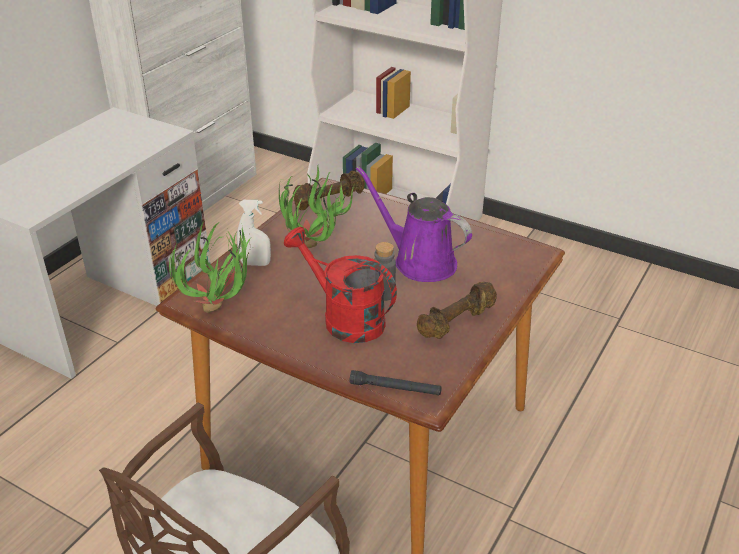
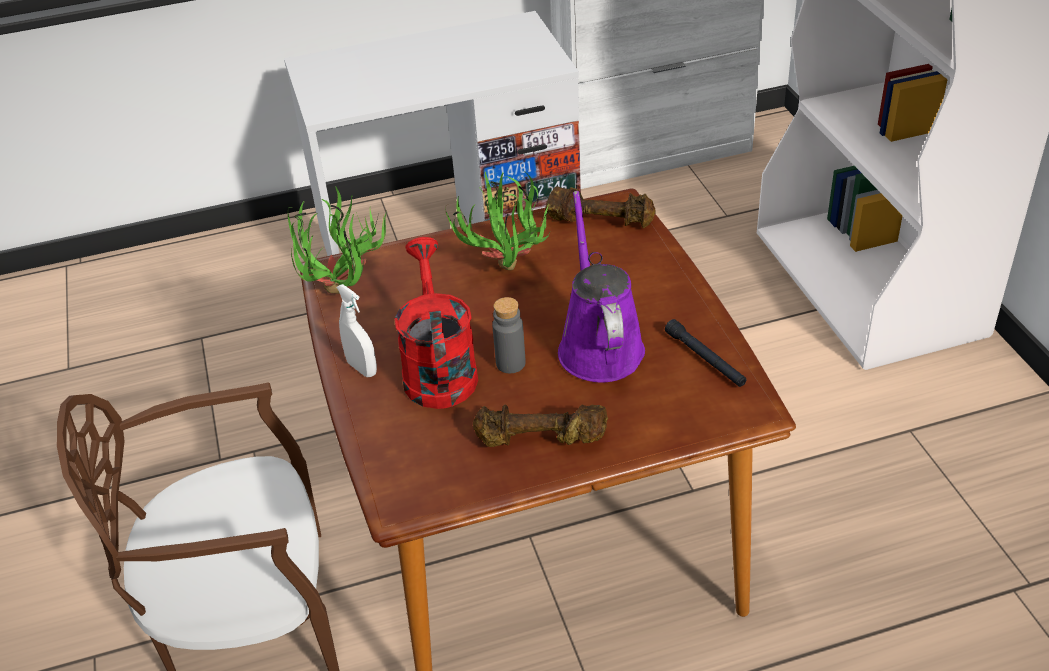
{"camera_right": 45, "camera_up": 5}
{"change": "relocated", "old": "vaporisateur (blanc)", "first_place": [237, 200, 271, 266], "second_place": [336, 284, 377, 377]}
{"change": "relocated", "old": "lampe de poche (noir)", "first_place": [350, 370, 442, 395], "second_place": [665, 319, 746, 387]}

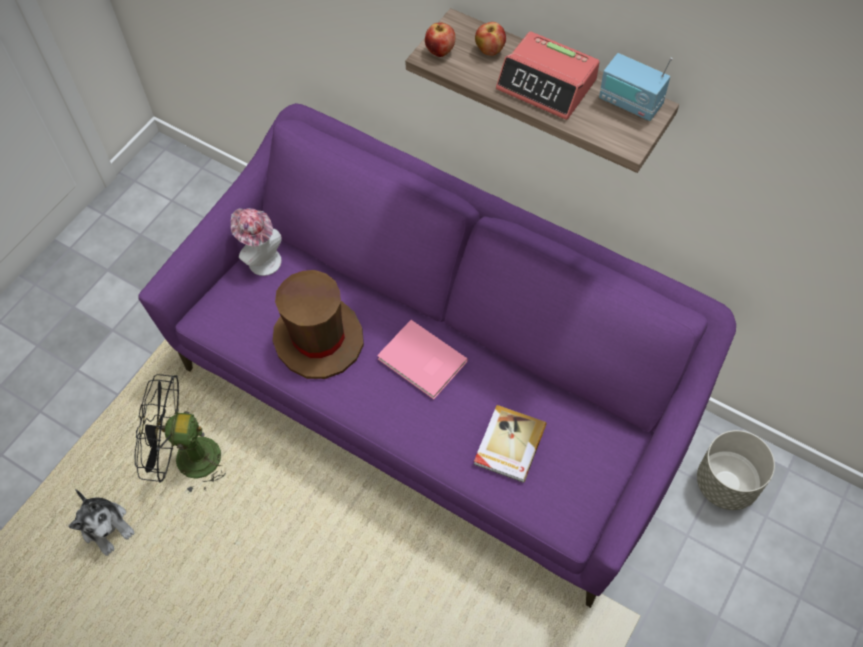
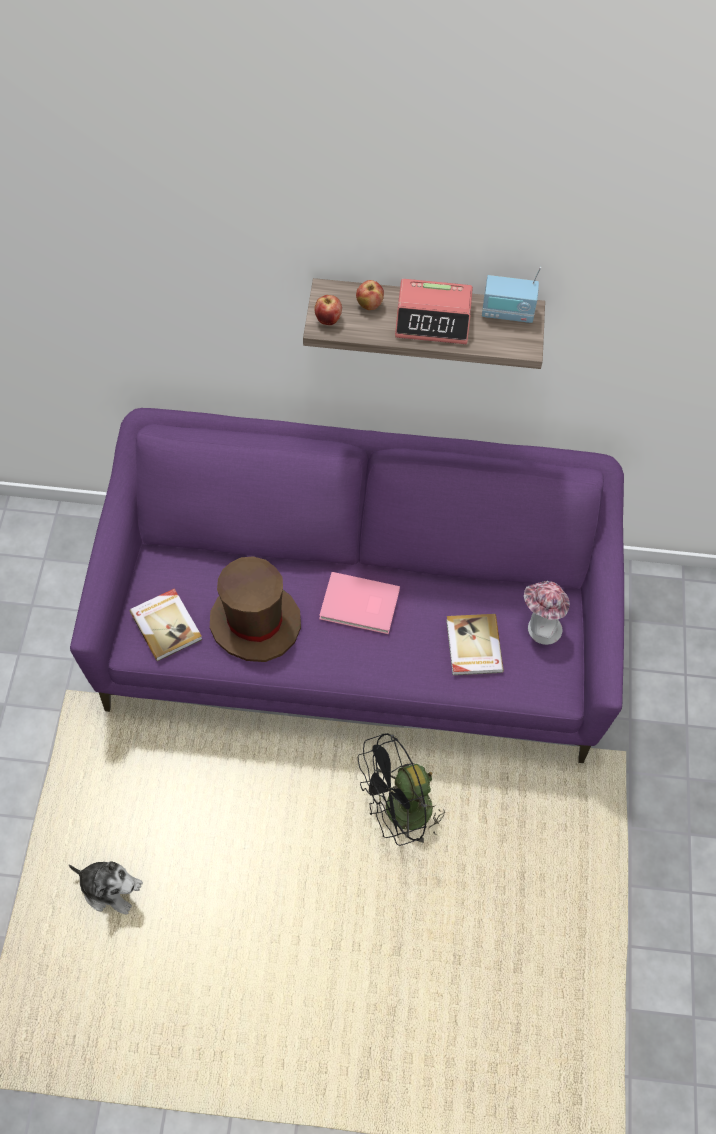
{"camera_right": -30, "camera_up": 0}
{"change": "missing", "old": "cache-pot (gris)", "first_place": [697, 430, 775, 510]}
{"change": "appeared", "new": "livre", "second_place": [129, 589, 202, 661]}
{"change": "relocated", "old": "ventilateur (noir)", "first_place": [135, 374, 226, 494], "second_place": [357, 733, 445, 846]}
{"change": "relocated", "old": "chapeau", "first_place": [231, 208, 282, 276], "second_place": [524, 581, 570, 645]}

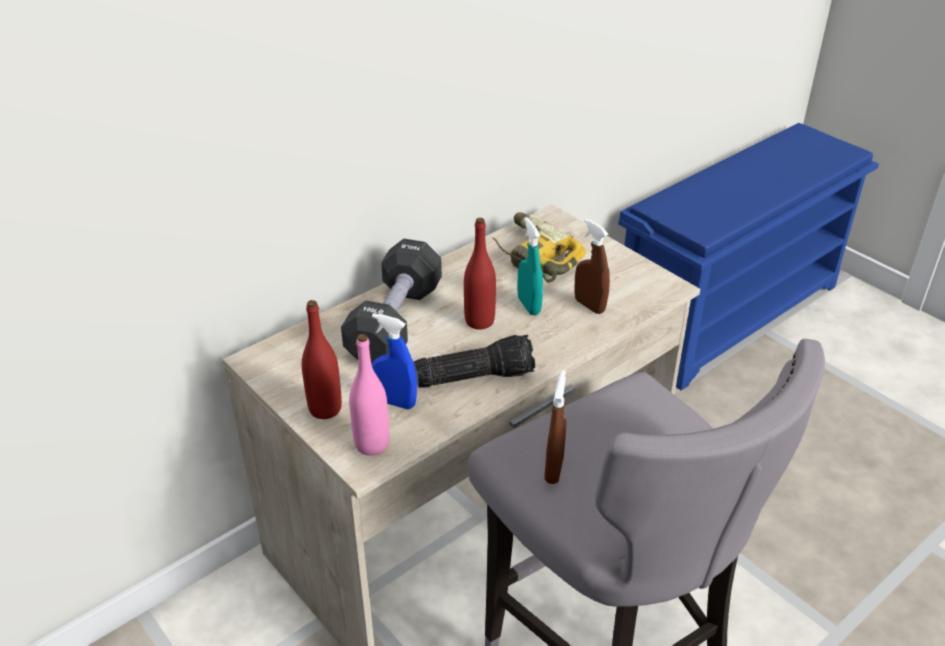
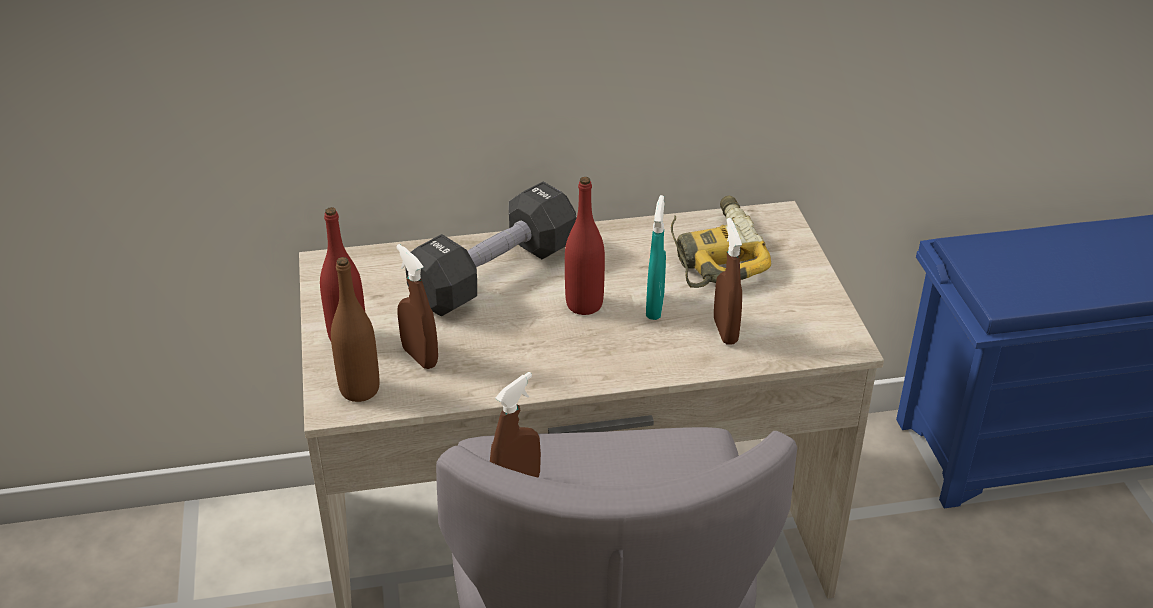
{"camera_right": 30, "camera_up": 0}
{"change": "missing", "old": "lampe de poche", "first_place": [414, 335, 535, 388]}
{"change": "colour", "old": "bouteille (rose)", "new": "bouteille (marron)", "first_place": [349, 334, 389, 456], "second_place": [331, 257, 380, 402]}
{"change": "colour", "old": "vaporisateur (bleu)", "new": "vaporisateur (marron)", "first_place": [372, 313, 417, 409], "second_place": [396, 244, 438, 369]}

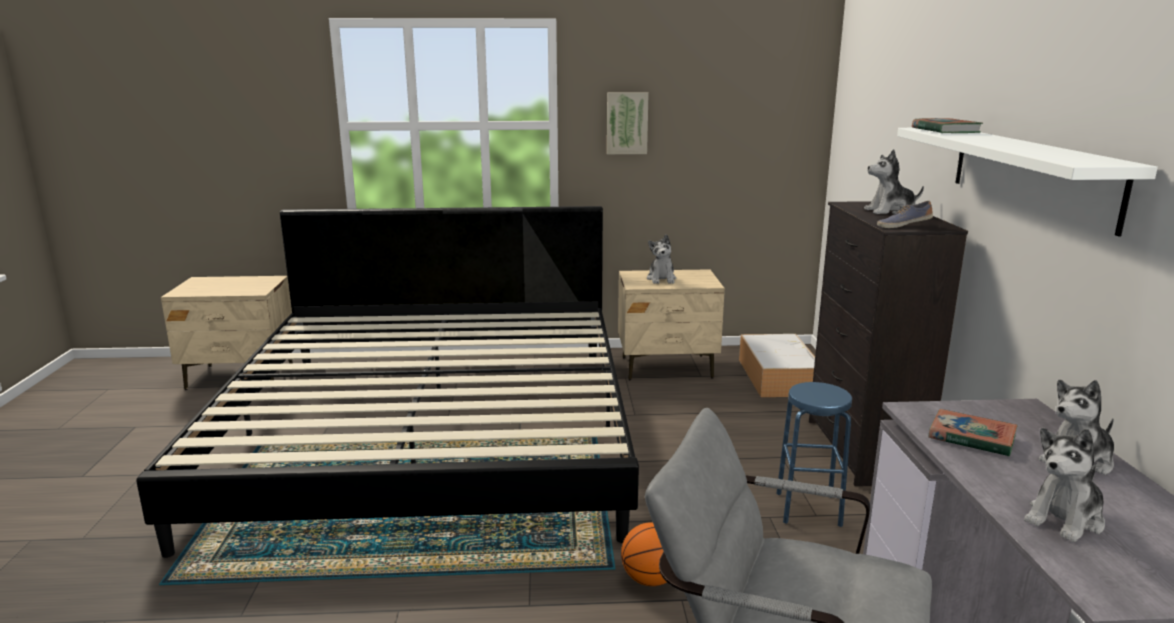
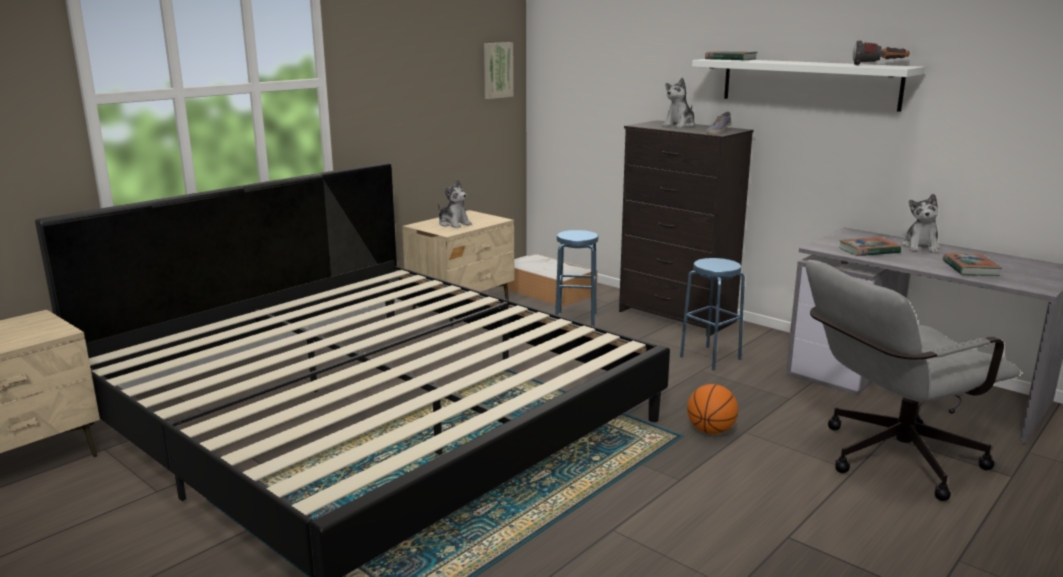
{"camera_right": -45, "camera_up": 0}
{"change": "appeared", "new": "tabouret (bleu)", "second_place": [555, 230, 598, 326]}
{"change": "appeared", "new": "lampe de poche", "second_place": [853, 40, 910, 65]}
{"change": "relocated", "old": "tableau", "first_place": [607, 92, 649, 154], "second_place": [484, 42, 513, 99]}
{"change": "exchanged", "old": "peluche", "new": "livre", "first_place": [1024, 427, 1105, 542], "second_place": [942, 253, 1002, 276]}

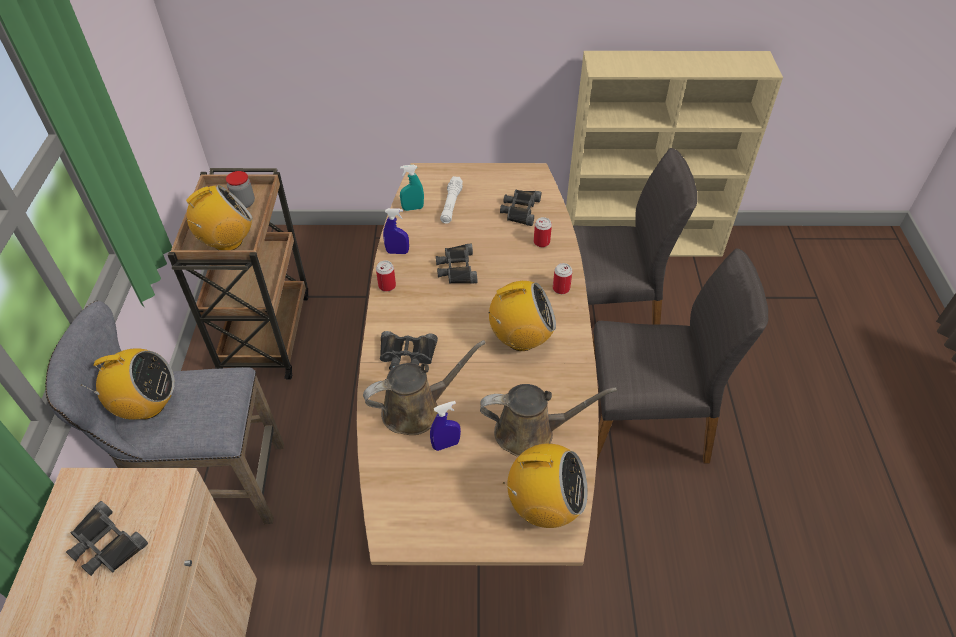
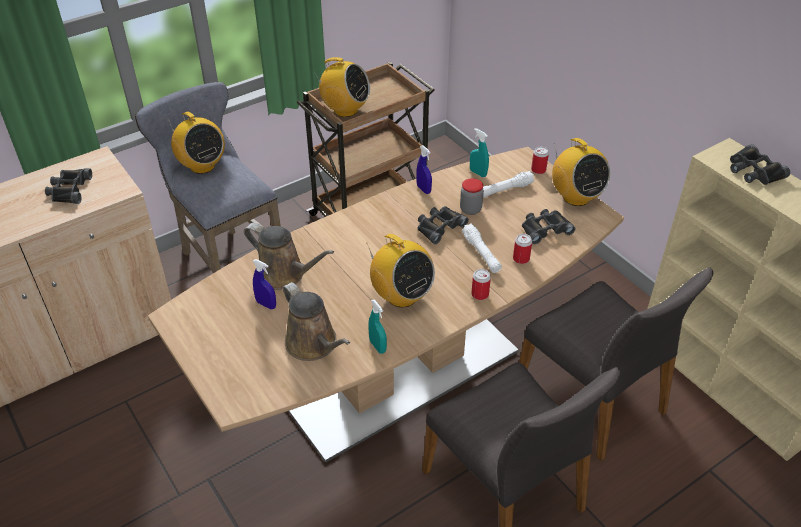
{"camera_right": 55, "camera_up": -5}
{"change": "appeared", "new": "vaporisateur (turquoise)", "second_place": [368, 300, 387, 354]}
{"change": "appeared", "new": "lampe de poche (blanc)", "second_place": [462, 223, 502, 273]}
{"change": "relocated", "old": "bocal", "first_place": [226, 171, 255, 208], "second_place": [460, 178, 484, 215]}
{"change": "relocated", "old": "boîte métallique", "first_place": [376, 260, 396, 292], "second_place": [531, 147, 549, 174]}
{"change": "relocated", "old": "jumelles (noir)", "first_place": [380, 331, 438, 370], "second_place": [730, 144, 790, 185]}
{"change": "relocated", "old": "radio", "first_place": [503, 443, 588, 528], "second_place": [552, 138, 611, 206]}

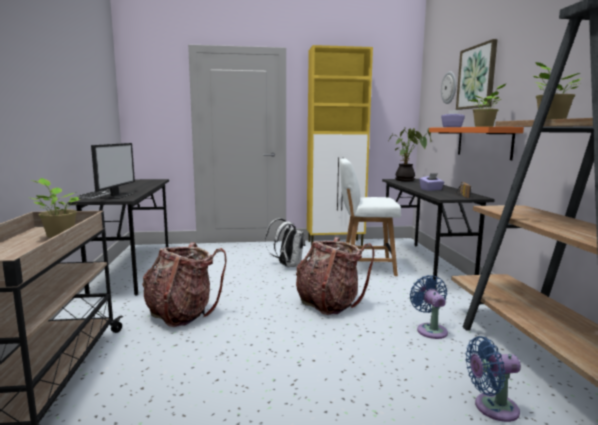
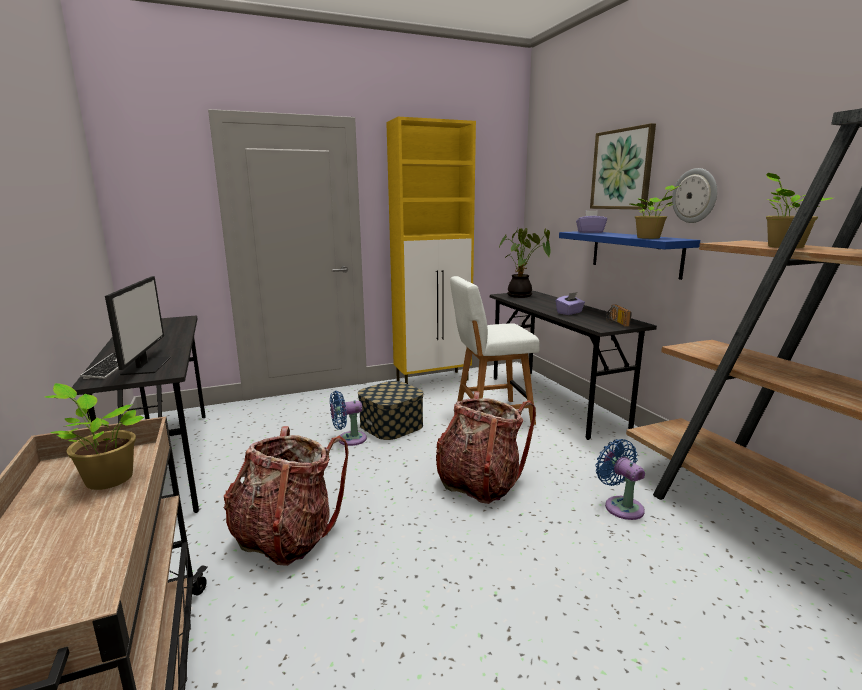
{"camera_right": -15, "camera_up": 5}
{"change": "relocated", "old": "horloge murale", "first_place": [441, 71, 456, 104], "second_place": [672, 168, 717, 223]}
{"change": "relocated", "old": "ventilateur (bleu)", "first_place": [466, 336, 521, 422], "second_place": [330, 391, 367, 446]}
{"change": "exchanged", "old": "sac à dos (blanc)", "new": "boîte de rangement", "first_place": [265, 218, 305, 267], "second_place": [358, 381, 423, 440]}
{"change": "colour", "old": "étagère (orange)", "new": "étagère (bleu)", "first_place": [429, 127, 524, 160], "second_place": [559, 231, 700, 280]}

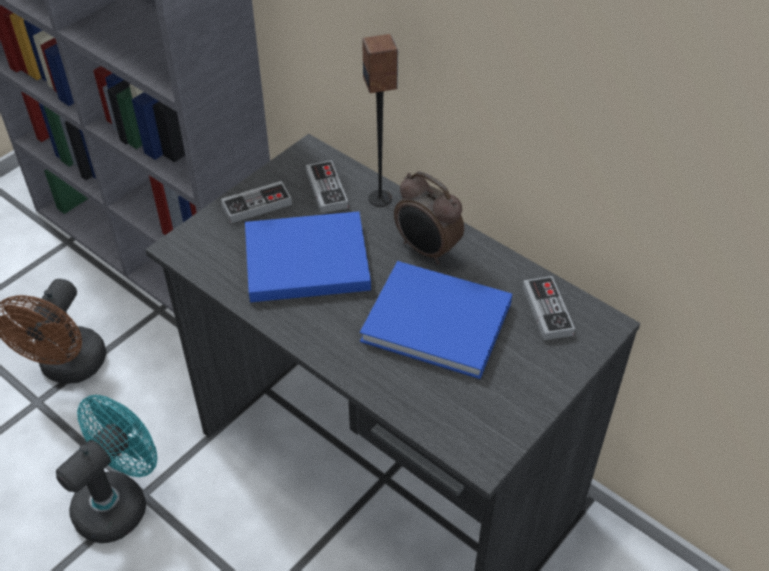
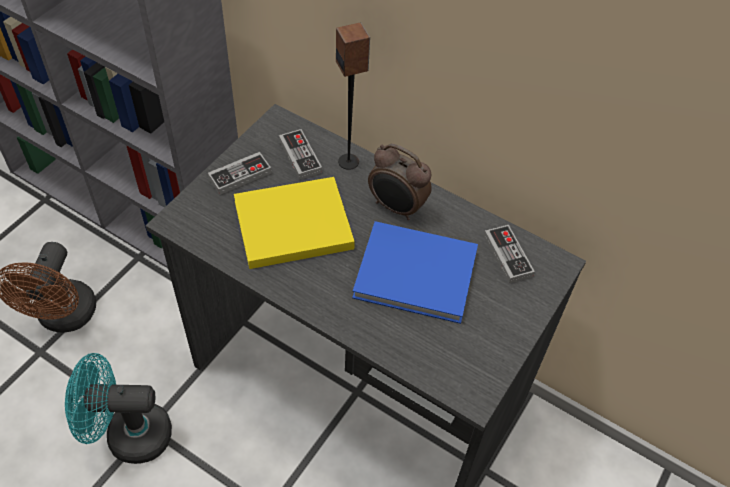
{"camera_right": -10, "camera_up": 5}
{"change": "colour", "old": "livre (bleu)", "new": "livre (jaune)", "first_place": [245, 211, 371, 302], "second_place": [234, 177, 355, 269]}
{"change": "spun", "old": "ventilateur (turquoise)", "first_place": [56, 395, 157, 543], "second_place": [65, 353, 172, 464], "degrees": -120}

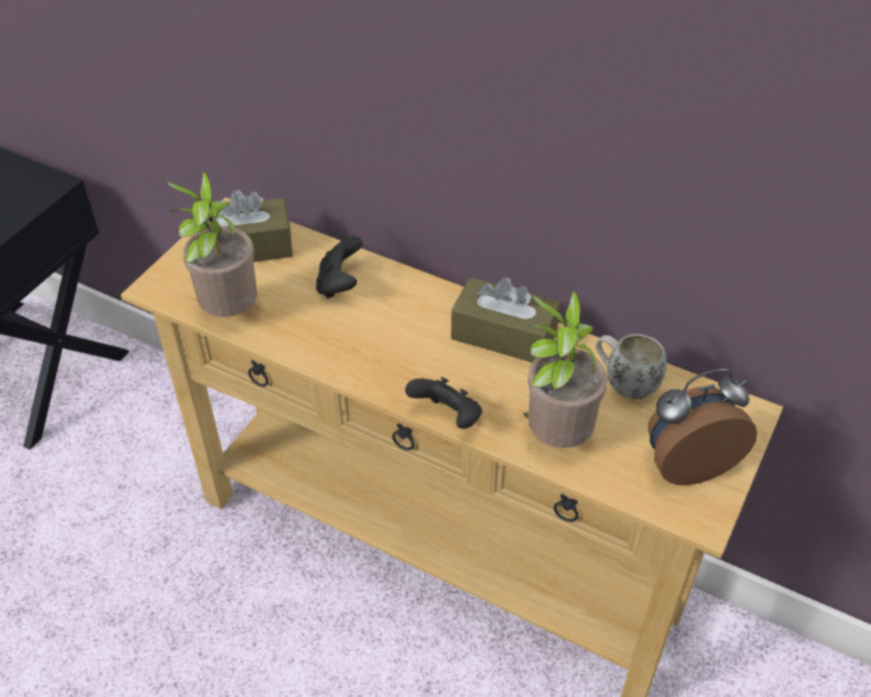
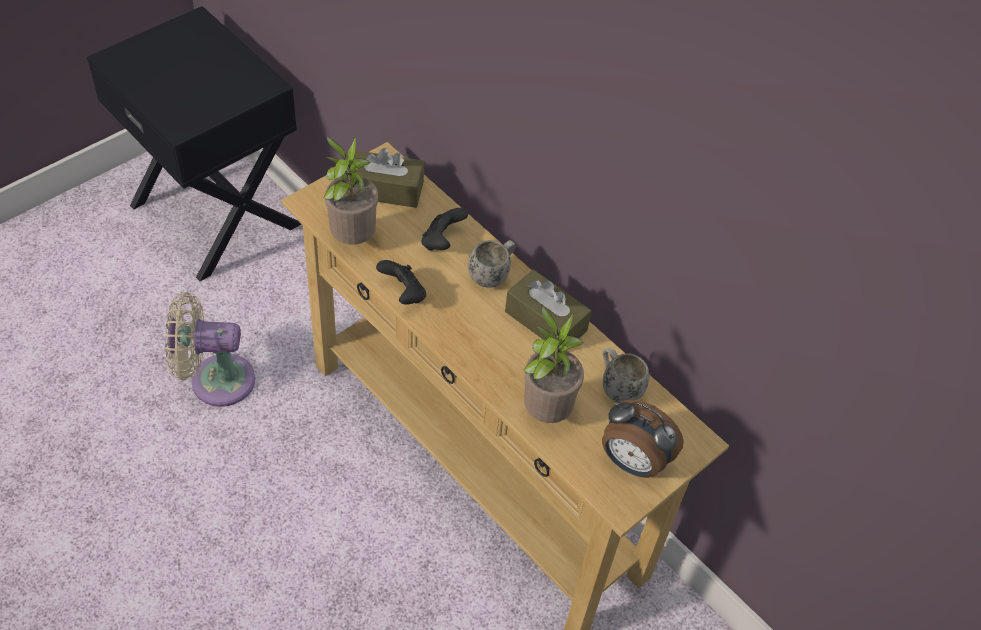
{"camera_right": 15, "camera_up": 5}
{"change": "appeared", "new": "ventilateur (beige)", "second_place": [165, 292, 255, 407]}
{"change": "appeared", "new": "mug (blanc)", "second_place": [468, 240, 516, 288]}
{"change": "relocated", "old": "manette (noir)", "first_place": [405, 377, 482, 429], "second_place": [376, 260, 426, 305]}
{"change": "spun", "old": "réveil", "first_place": [648, 369, 757, 485], "second_place": [602, 399, 684, 478], "degrees": -150}

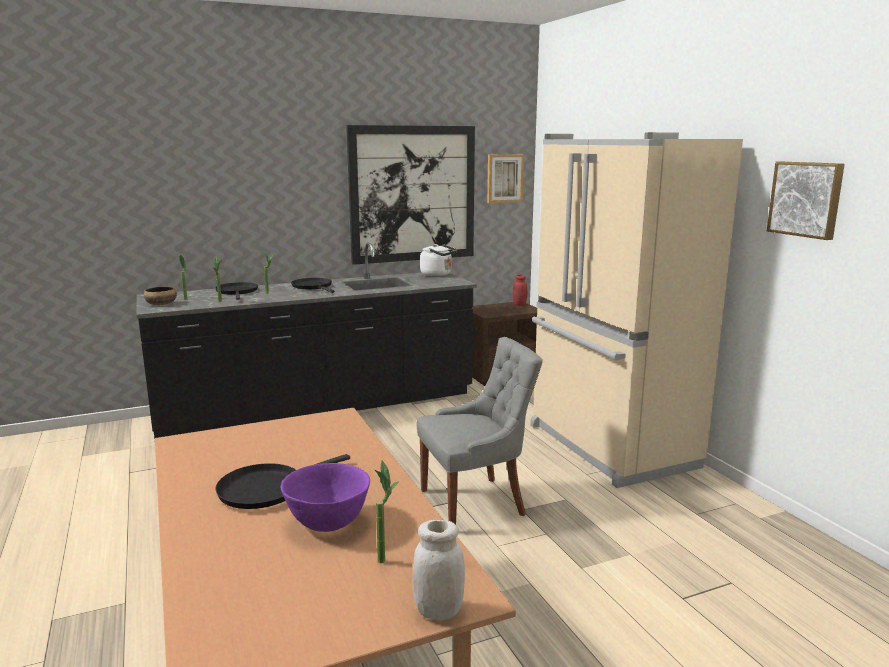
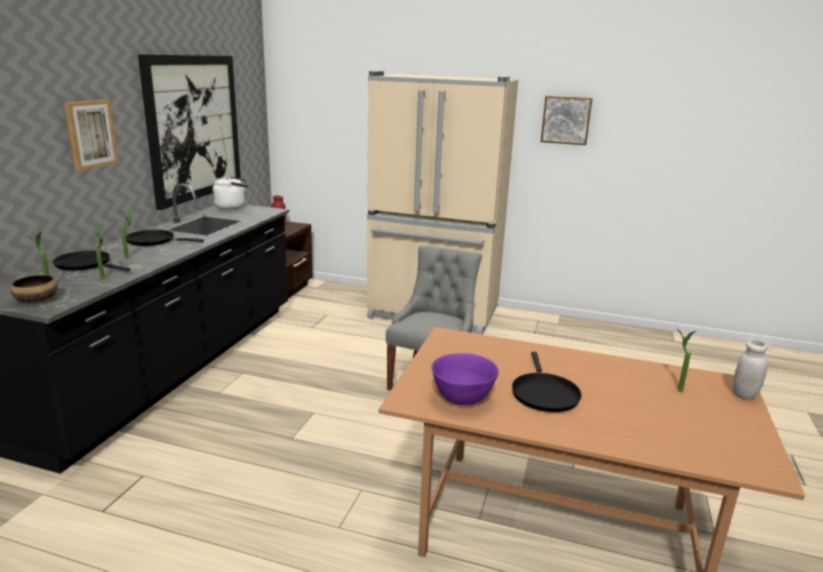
{"camera_right": -50, "camera_up": 5}
{"change": "relocated", "old": "bol (violet)", "first_place": [280, 463, 370, 532], "second_place": [431, 353, 499, 405]}
{"change": "relocated", "old": "tableau", "first_place": [487, 154, 524, 203], "second_place": [64, 100, 118, 171]}

